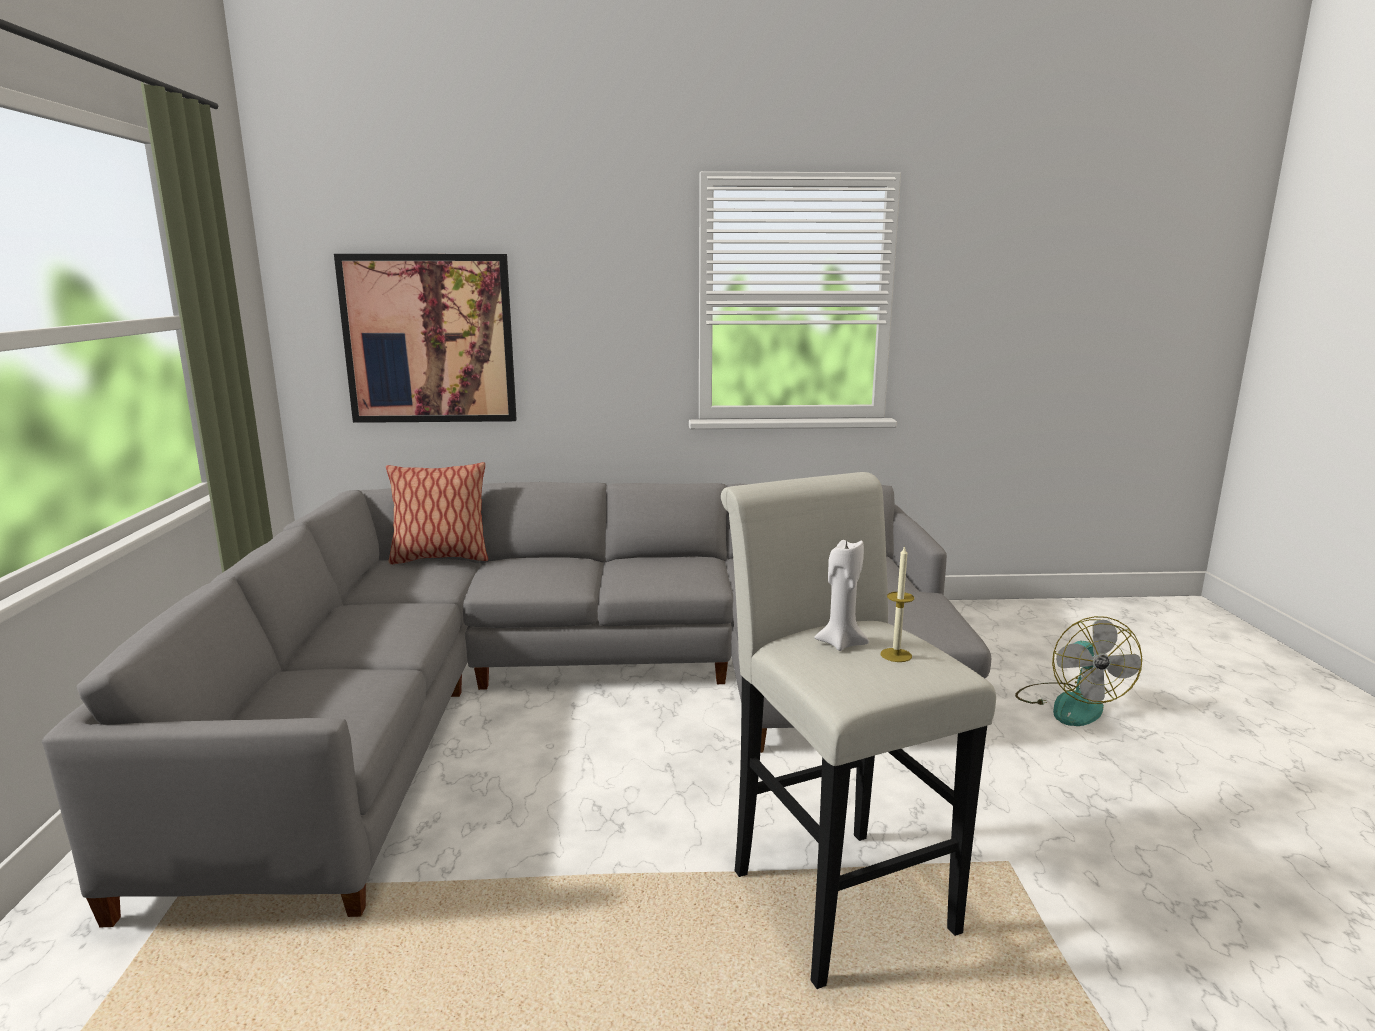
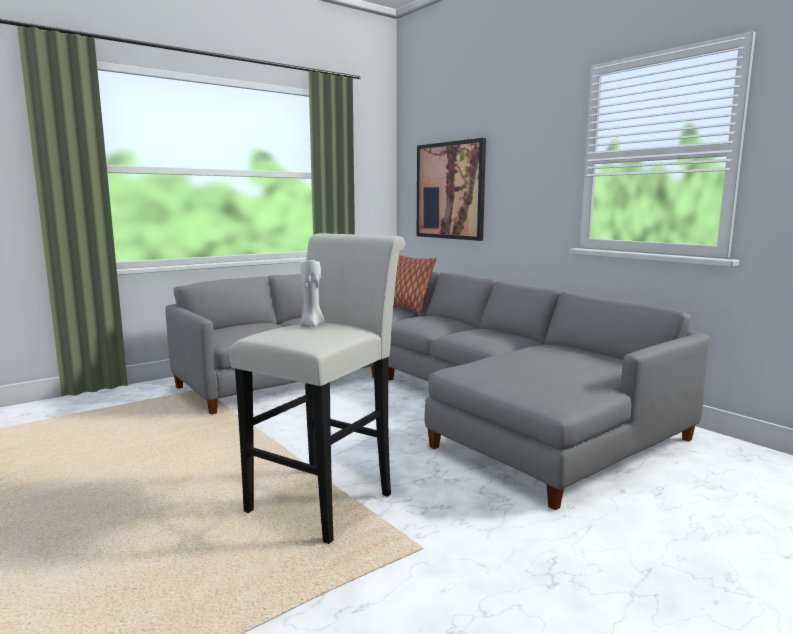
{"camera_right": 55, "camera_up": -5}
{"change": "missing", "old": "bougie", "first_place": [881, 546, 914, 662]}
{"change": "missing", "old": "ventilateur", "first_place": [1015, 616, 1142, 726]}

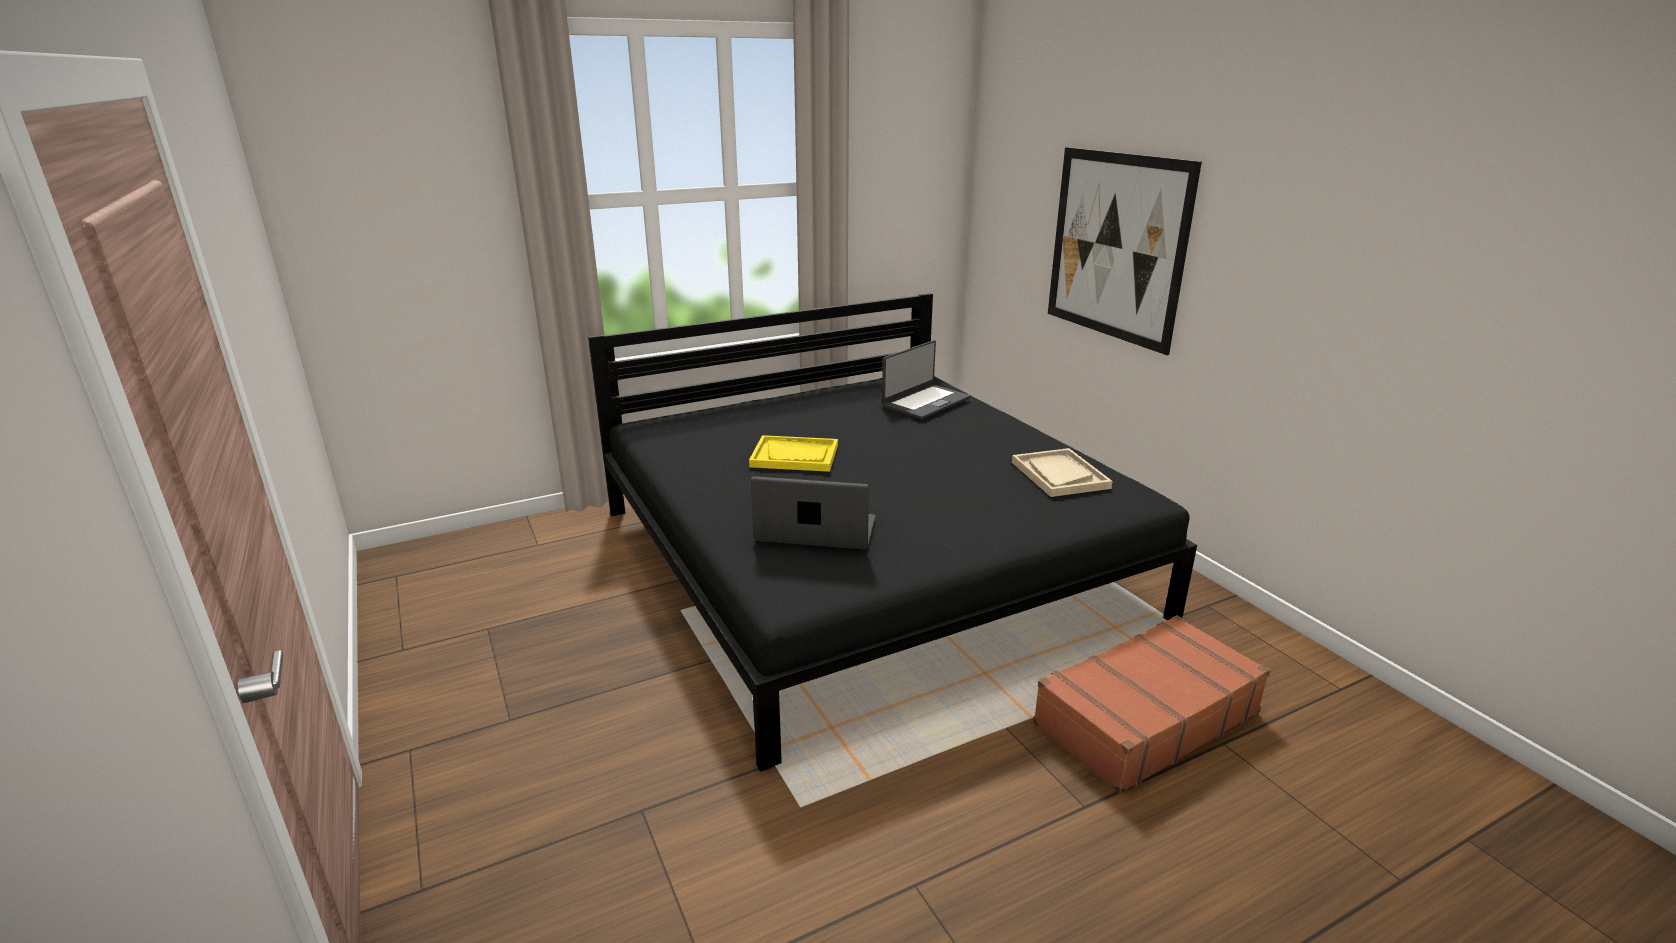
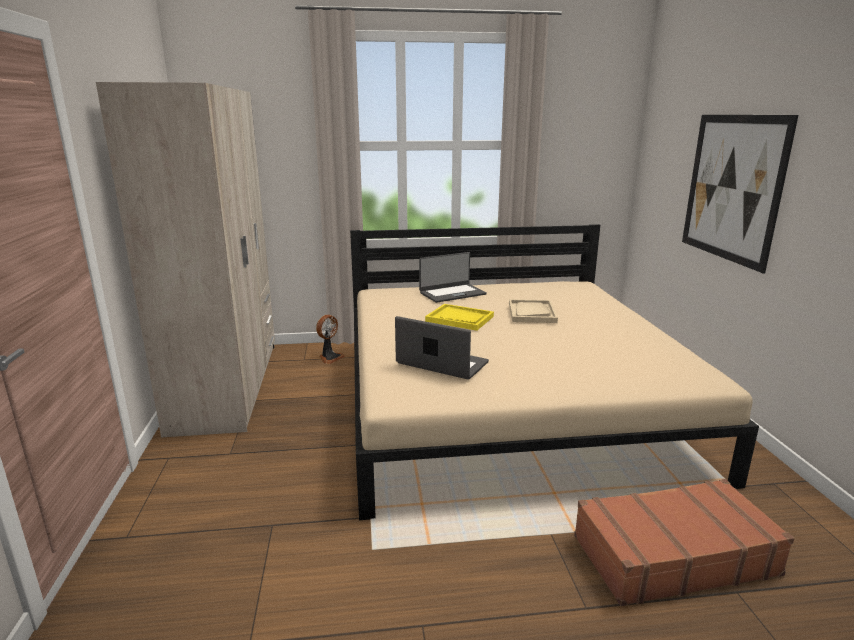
{"camera_right": 20, "camera_up": -5}
{"change": "appeared", "new": "armoire (beige)", "second_place": [96, 82, 275, 437]}
{"change": "appeared", "new": "ventilateur", "second_place": [316, 315, 345, 364]}
{"change": "relocated", "old": "ordinateur portable", "first_place": [882, 340, 971, 419], "second_place": [419, 252, 487, 303]}
{"change": "relocated", "old": "plateau (beige)", "first_place": [1012, 448, 1113, 497], "second_place": [509, 299, 558, 323]}
{"change": "colour", "old": "lit (noir)", "new": "lit (beige)", "first_place": [588, 293, 1197, 772], "second_place": [350, 224, 759, 520]}

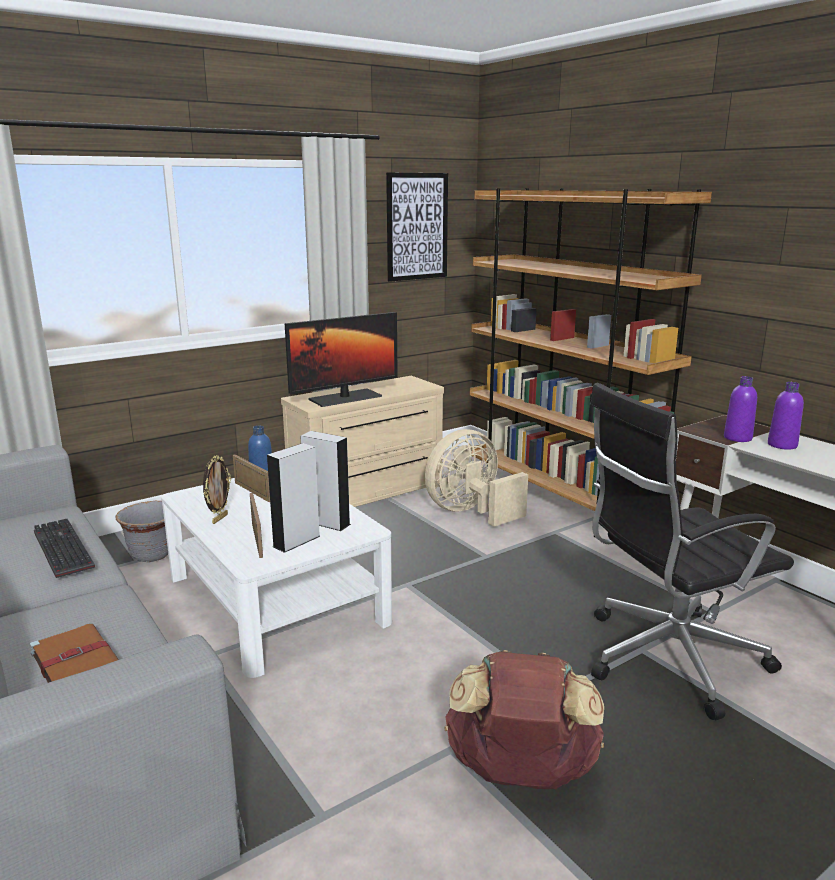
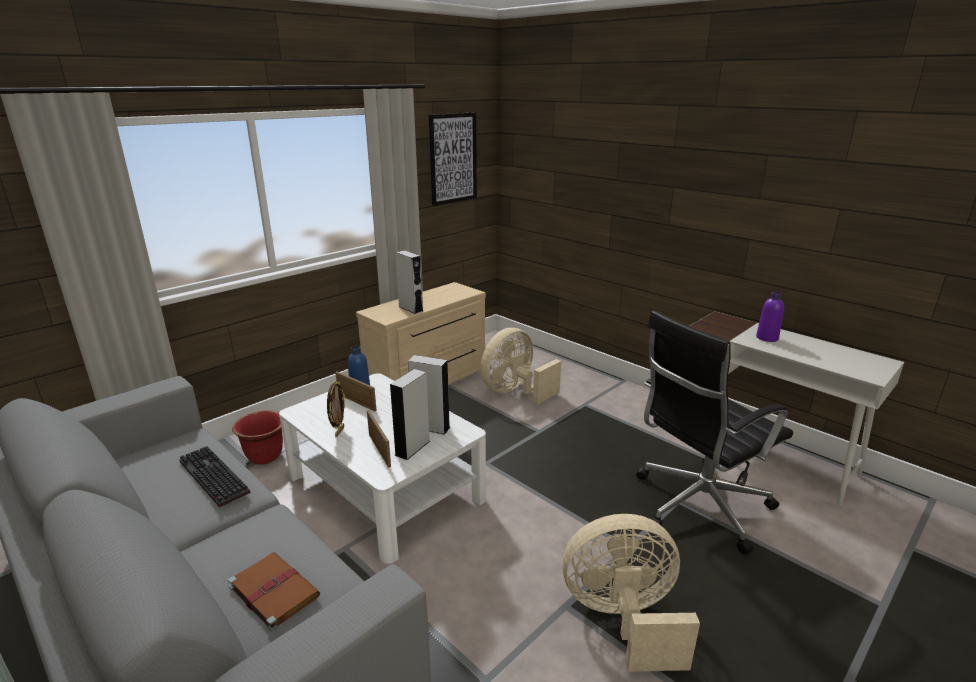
{"camera_right": -10, "camera_up": 5}
{"change": "missing", "old": "bibliothèque (marron)", "first_place": [470, 188, 712, 538]}
{"change": "missing", "old": "bouteille (violet)", "first_place": [724, 376, 757, 442]}
{"change": "exchanged", "old": "écran d'ordinateur", "new": "enceinte (gris)", "first_place": [285, 312, 398, 407], "second_place": [395, 250, 423, 314]}
{"change": "exchanged", "old": "sac à dos (marron)", "new": "ventilateur (beige)", "first_place": [445, 650, 604, 789], "second_place": [563, 514, 700, 672]}
{"change": "colour", "old": "cache-pot (gris)", "new": "cache-pot (rouge)", "first_place": [116, 501, 168, 562], "second_place": [232, 410, 283, 465]}

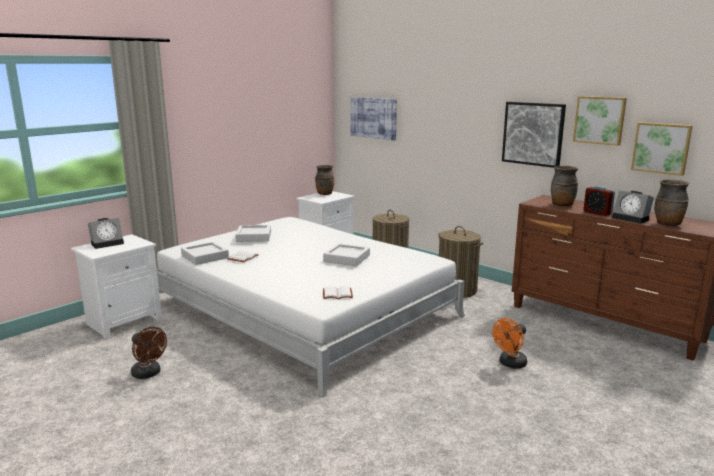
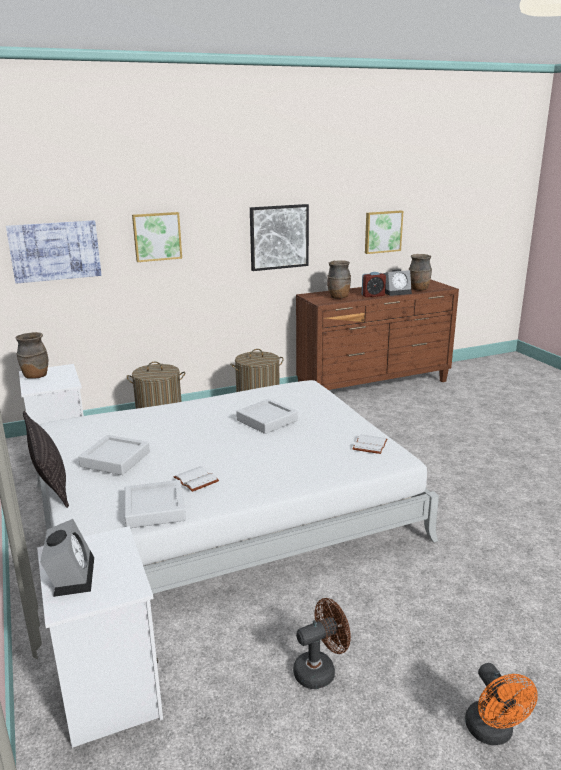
{"camera_right": -65, "camera_up": 5}
{"change": "appeared", "new": "coussin", "second_place": [23, 411, 69, 508]}
{"change": "relocated", "old": "ventilateur (orange)", "first_place": [492, 318, 527, 369], "second_place": [465, 663, 538, 745]}
{"change": "relocated", "old": "tableau", "first_place": [573, 96, 627, 146], "second_place": [132, 212, 182, 262]}

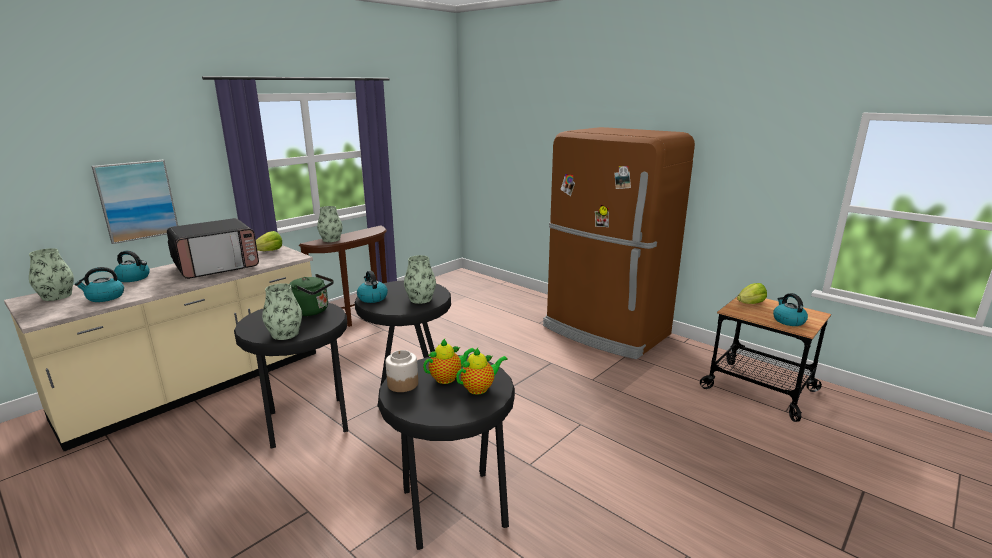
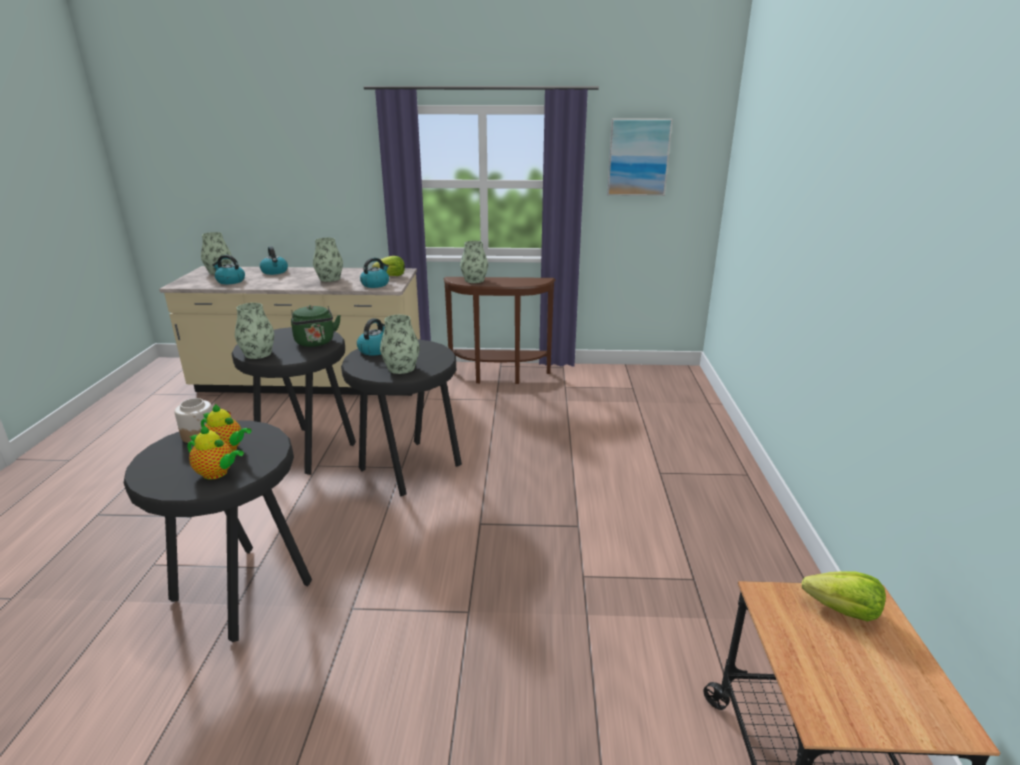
{"camera_right": 50, "camera_up": 5}
{"change": "missing", "old": "réfrigérateur (marron)", "first_place": [543, 127, 695, 359]}
{"change": "relocated", "old": "tableau", "first_place": [91, 160, 178, 244], "second_place": [607, 119, 673, 196]}
{"change": "relocated", "old": "bouilloire", "first_place": [773, 293, 808, 326], "second_place": [360, 258, 389, 288]}
{"change": "exchanged", "old": "micro-ondes", "new": "vase", "first_place": [167, 218, 259, 279], "second_place": [313, 238, 343, 282]}

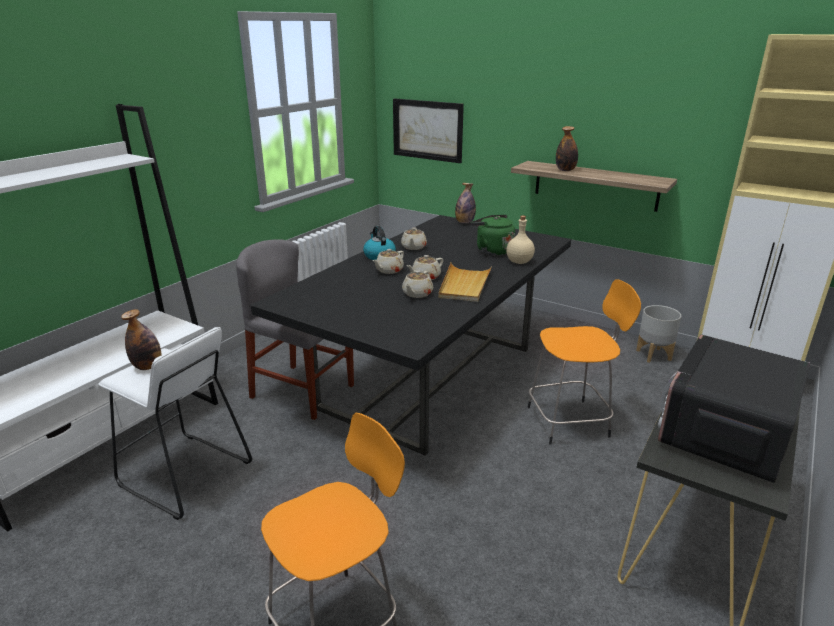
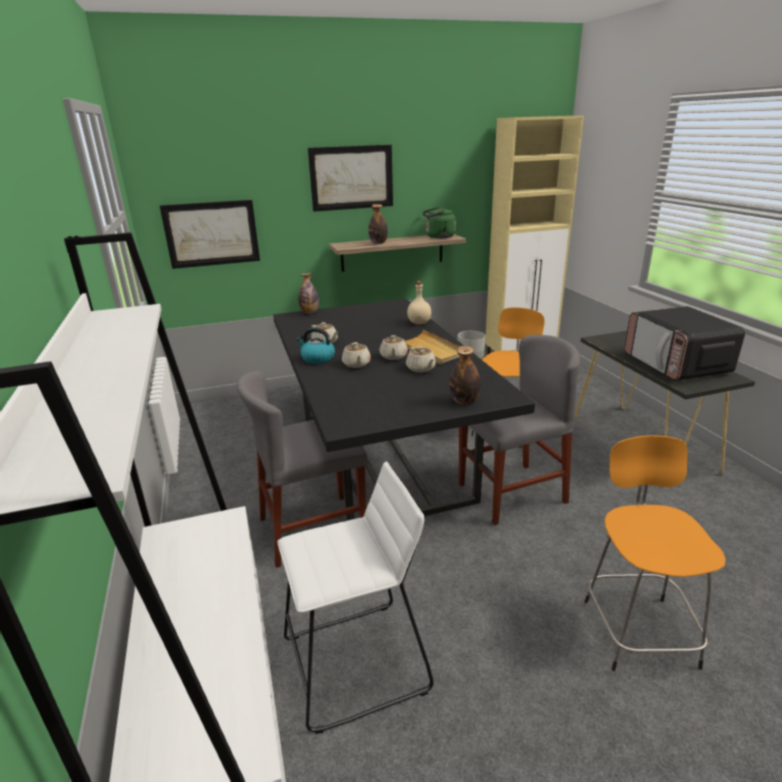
{"camera_right": -50, "camera_up": 0}
{"change": "appeared", "new": "tableau", "second_place": [308, 145, 393, 212]}
{"change": "appeared", "new": "chaise (gris)", "second_place": [459, 335, 580, 525]}
{"change": "relocated", "old": "bouteille", "first_place": [121, 309, 162, 370], "second_place": [450, 346, 480, 405]}
{"change": "relocated", "old": "bouilloire (vert)", "first_place": [470, 215, 515, 255], "second_place": [422, 207, 456, 238]}

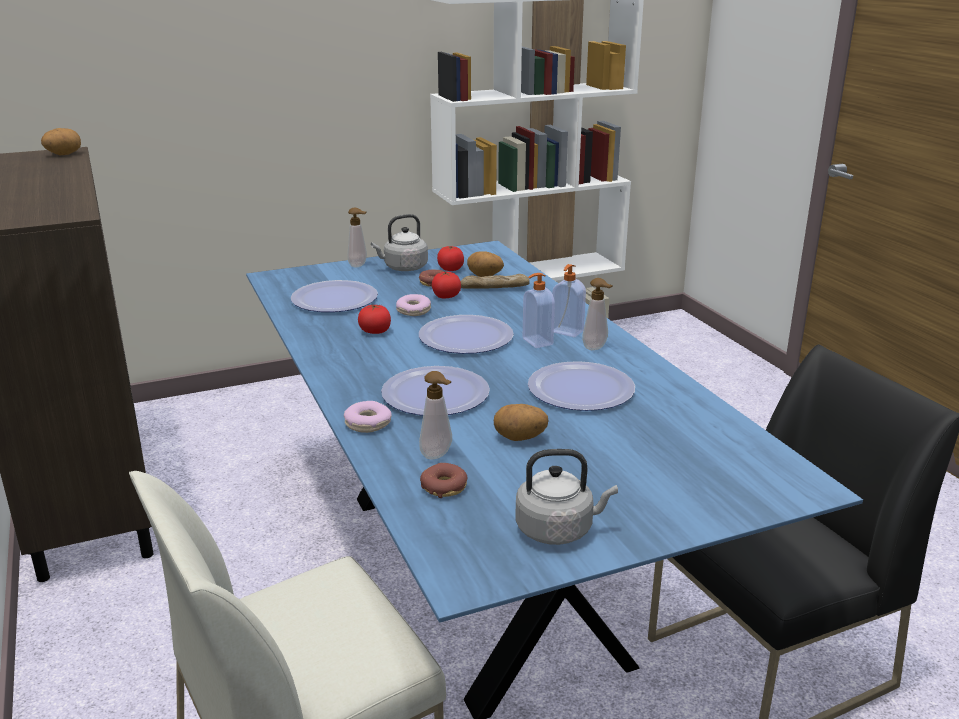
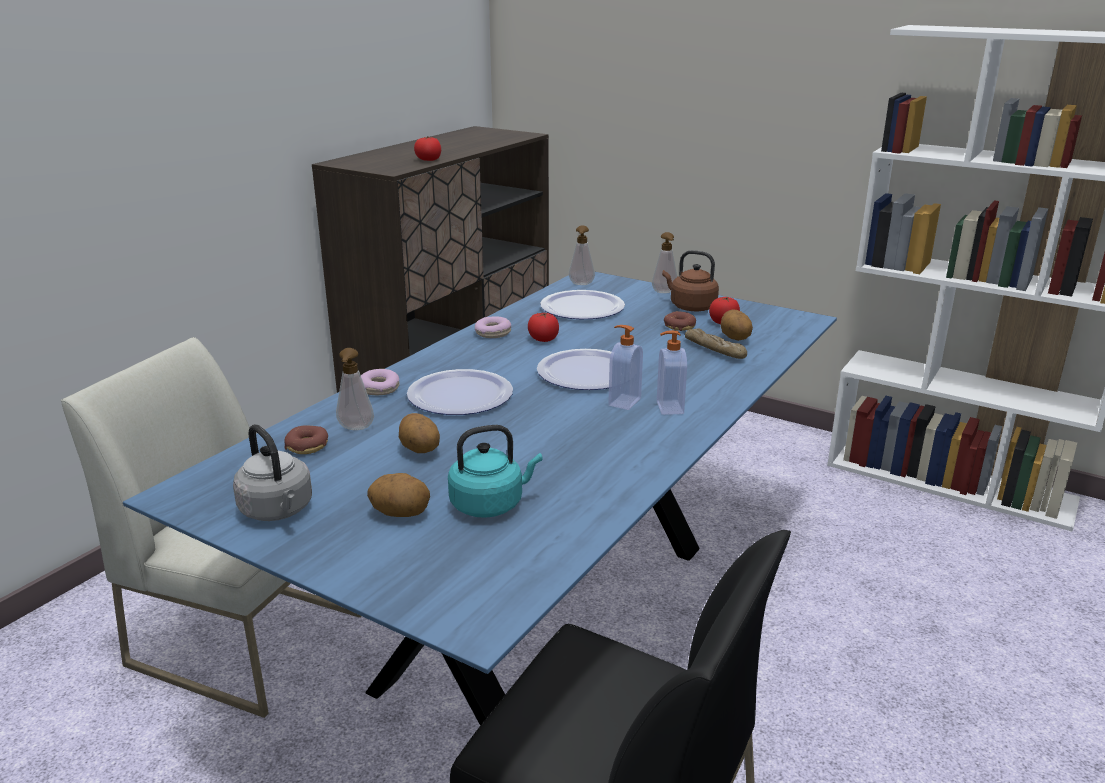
{"camera_right": 55, "camera_up": 0}
{"change": "missing", "old": "assiette", "first_place": [528, 361, 635, 411]}
{"change": "appeared", "new": "bouilloire (turquoise)", "second_place": [448, 425, 543, 518]}
{"change": "relocated", "old": "pomme de terre", "first_place": [41, 128, 81, 155], "second_place": [367, 473, 430, 517]}
{"change": "relocated", "old": "beignet", "first_place": [396, 294, 431, 316], "second_place": [475, 316, 511, 338]}
{"change": "relocated", "old": "tomate", "first_place": [432, 271, 461, 298], "second_place": [414, 136, 441, 161]}
{"change": "relocated", "old": "distributeur de savon", "first_place": [582, 278, 613, 350], "second_place": [569, 225, 595, 285]}
{"change": "colour", "old": "bouilloire (gris)", "new": "bouilloire (marron)", "first_place": [371, 214, 428, 271], "second_place": [662, 250, 719, 311]}

